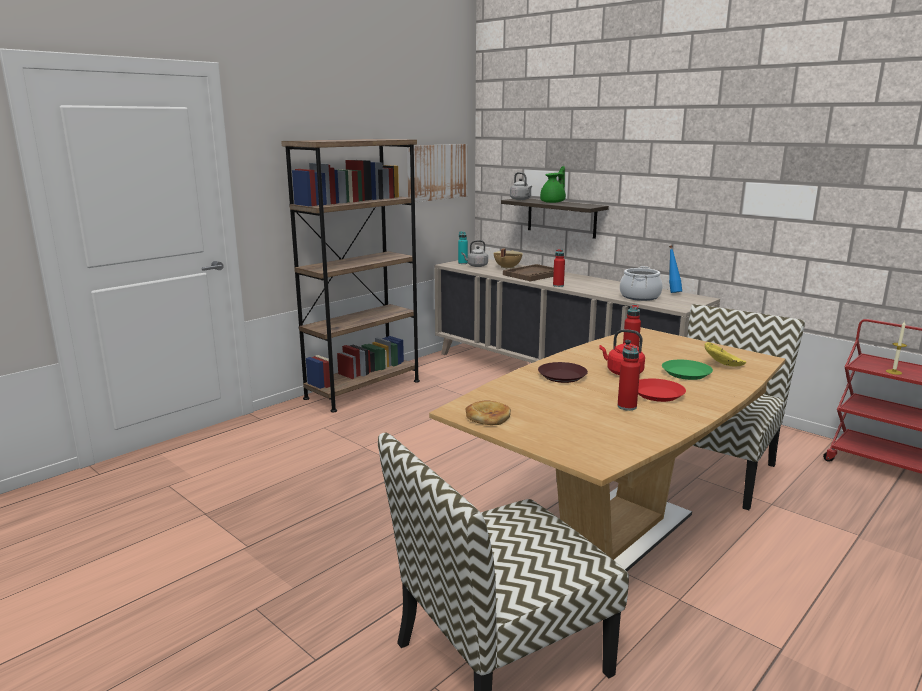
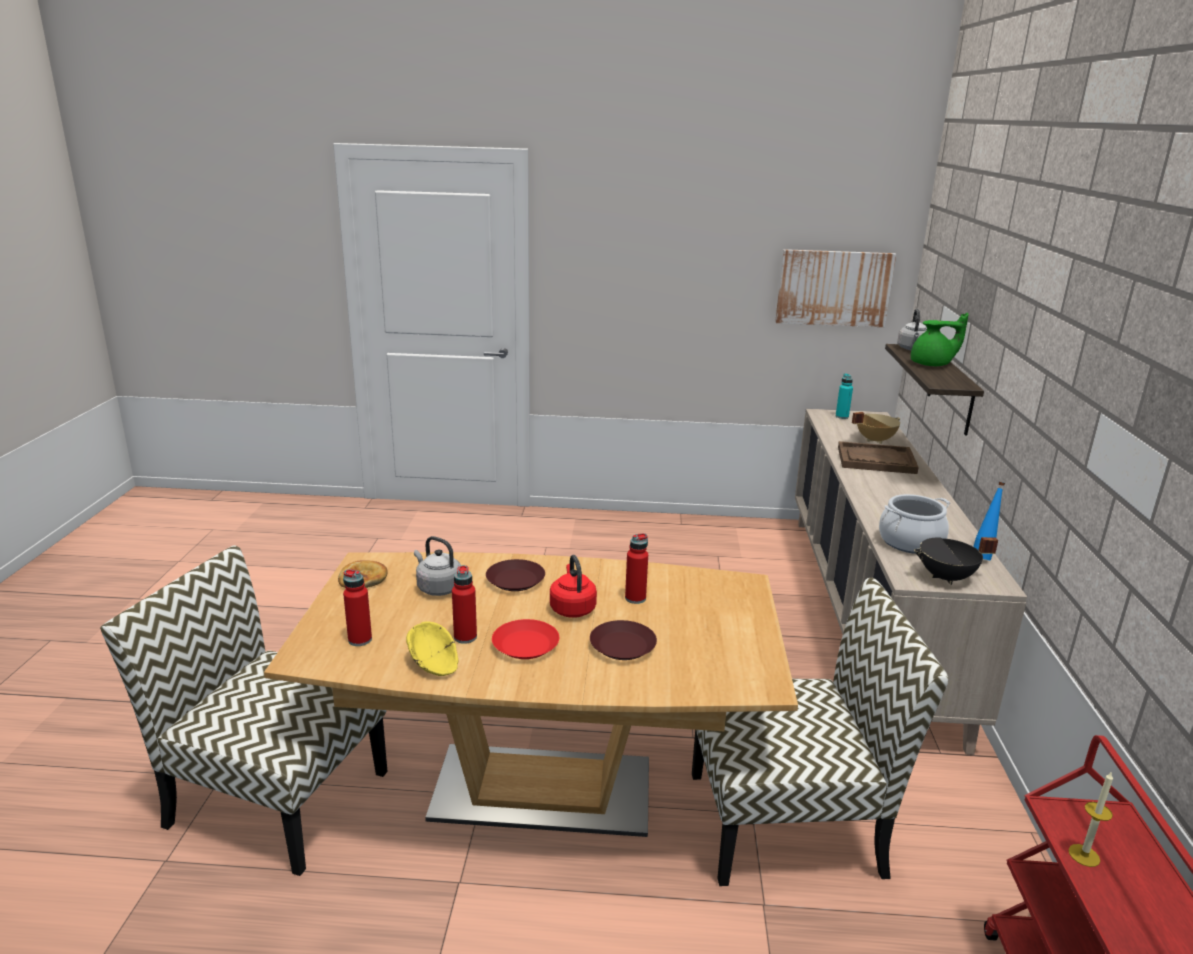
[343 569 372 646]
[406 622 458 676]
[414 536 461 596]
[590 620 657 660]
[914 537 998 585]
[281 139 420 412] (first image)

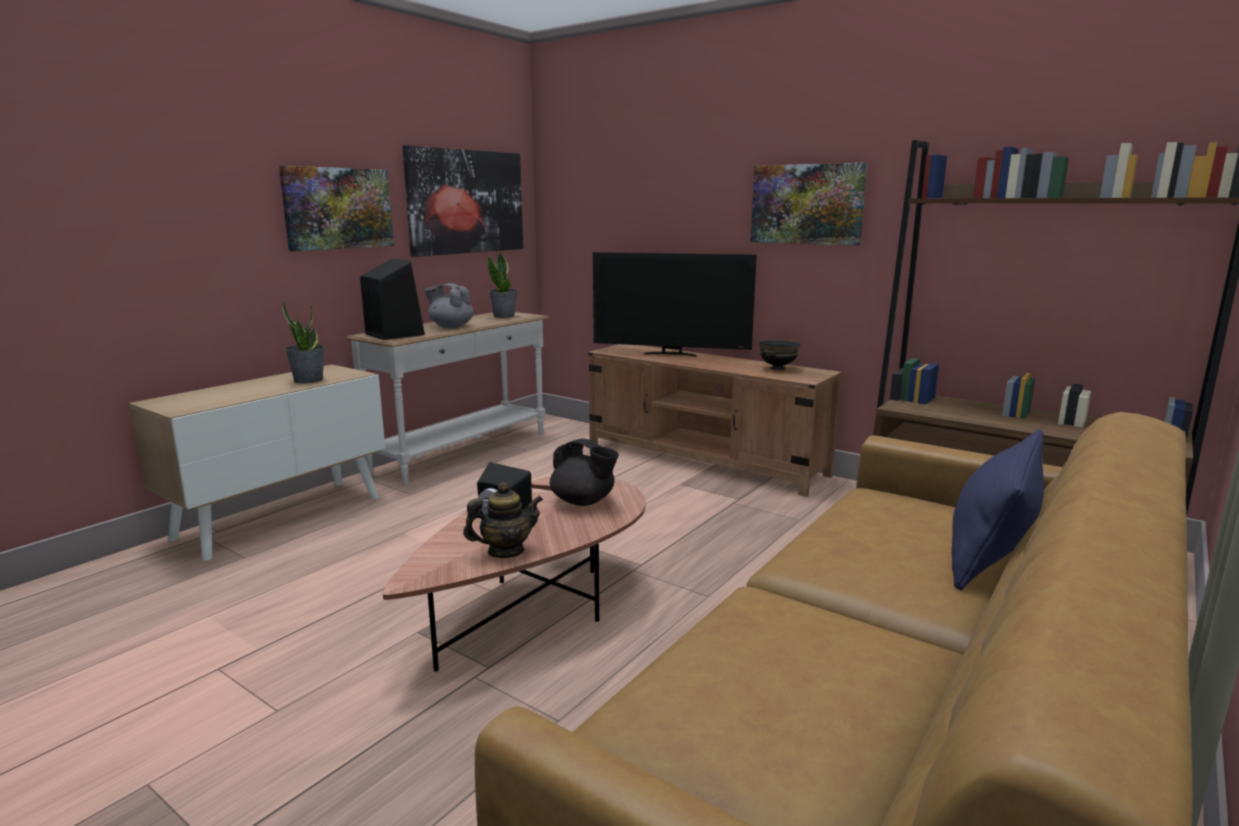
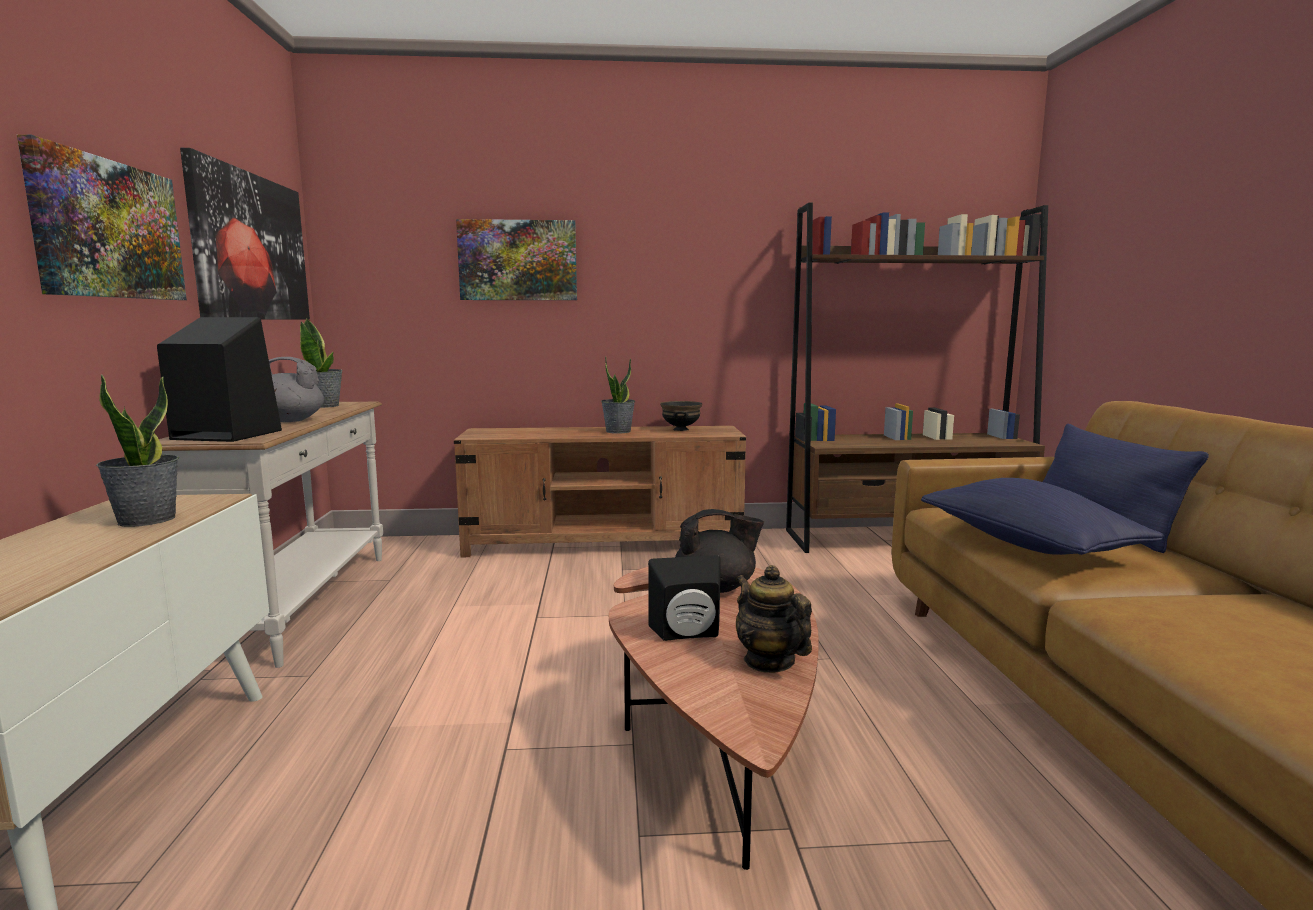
[456 219 577 300]
[601 356 635 433]
[736 565 812 673]
[921 478 1164 555]
[593 252 757 357] (first image)

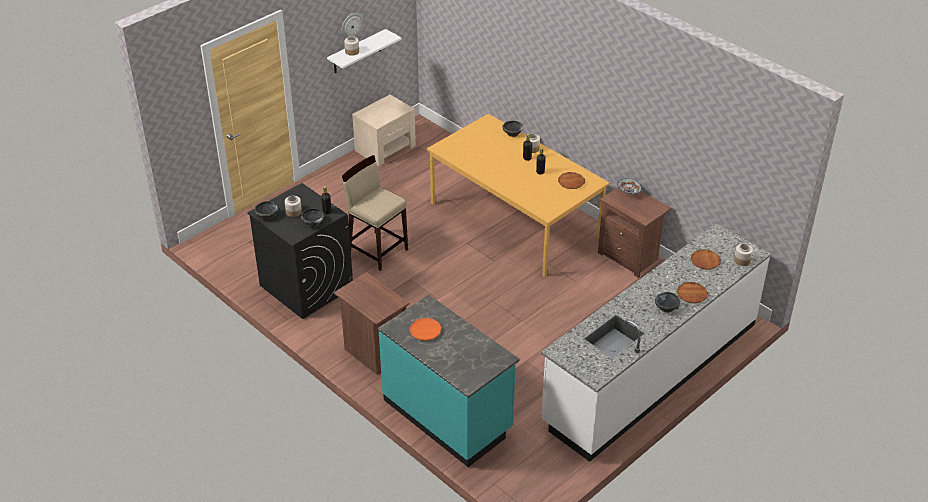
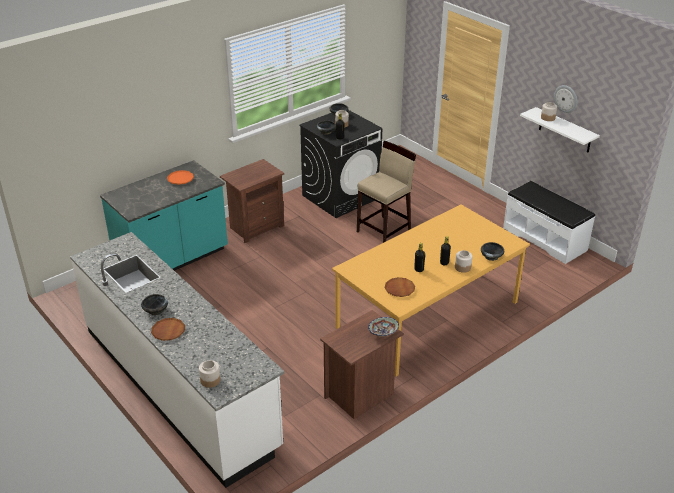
[503 181 595 264]
[690 249 721 270] (first image)

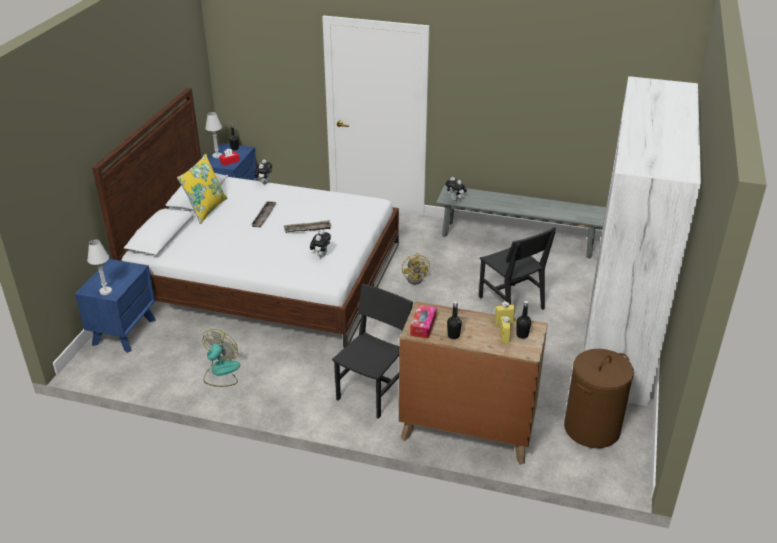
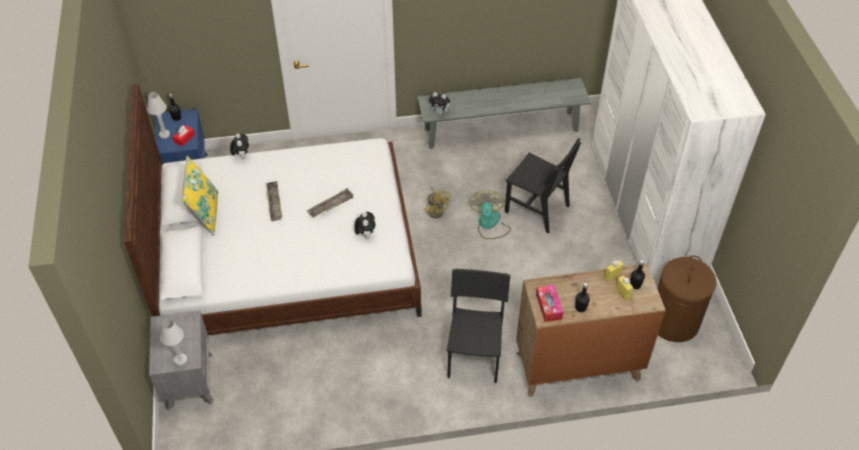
[149 310 214 410]
[469 190 511 239]

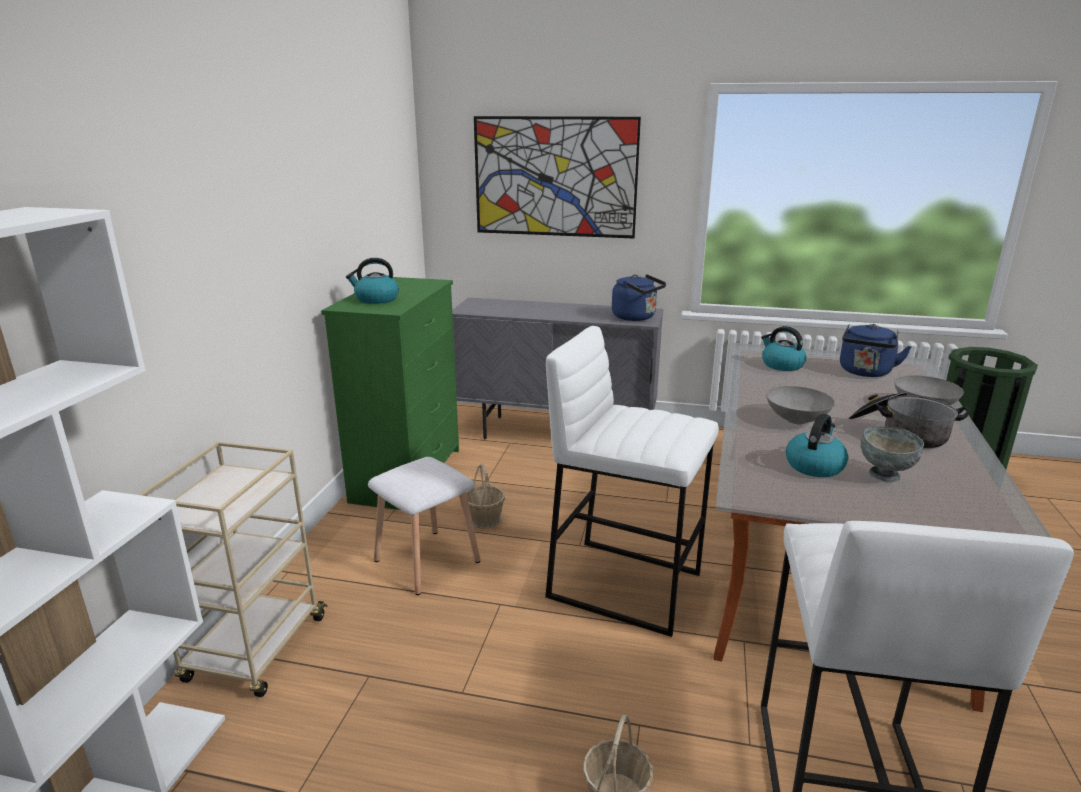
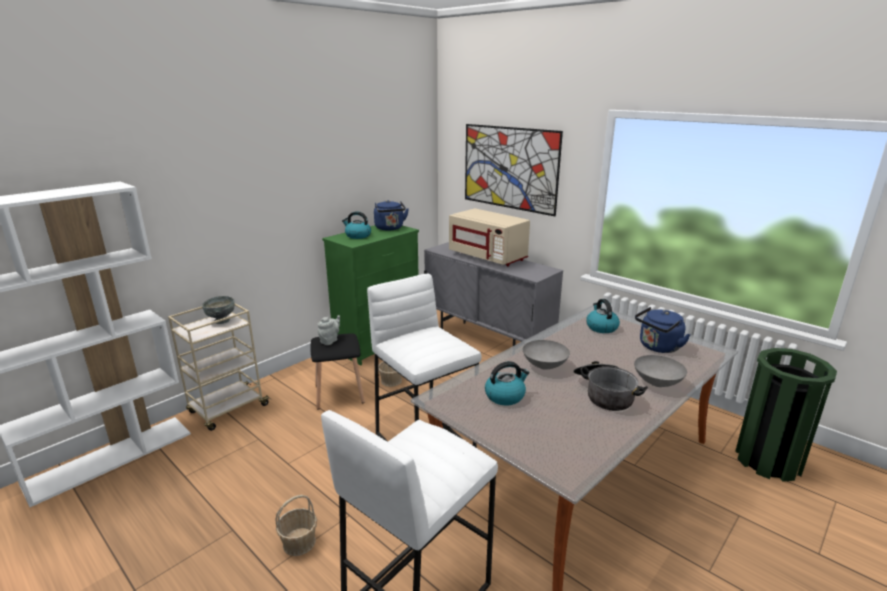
[202 296 235 324]
[310 333 365 410]
[317 315 340 345]
[374 200 409 230]
[449 208 530 266]

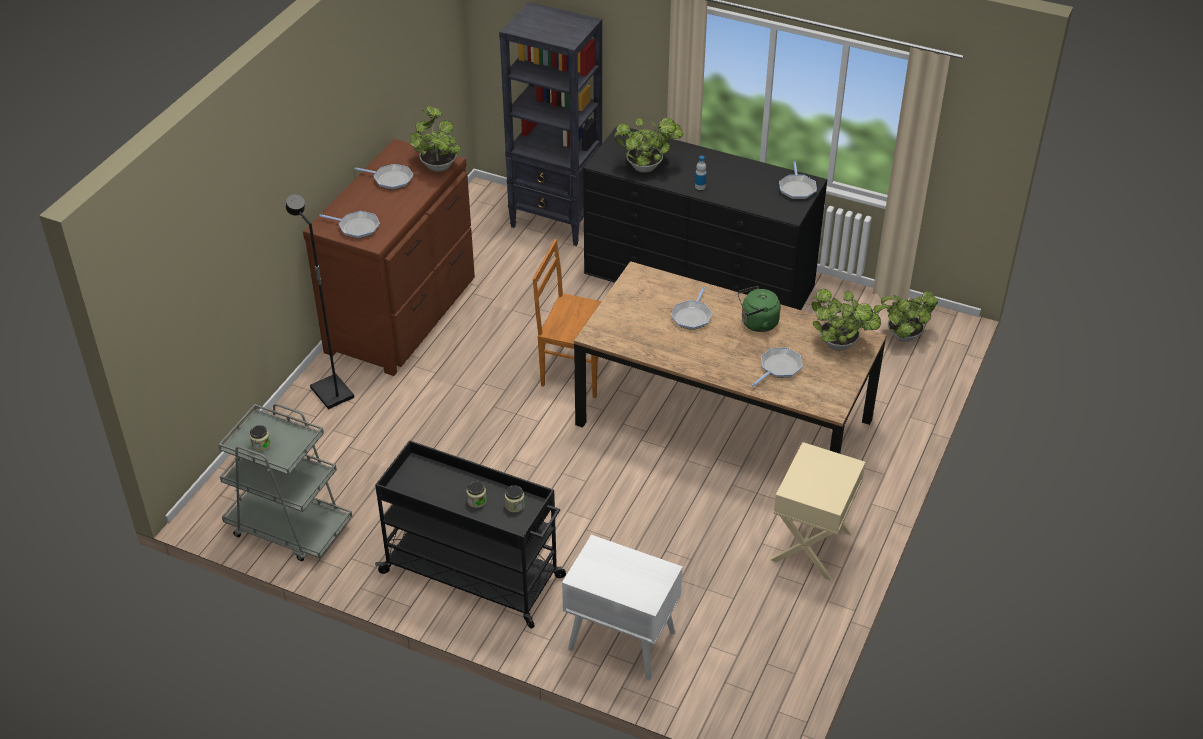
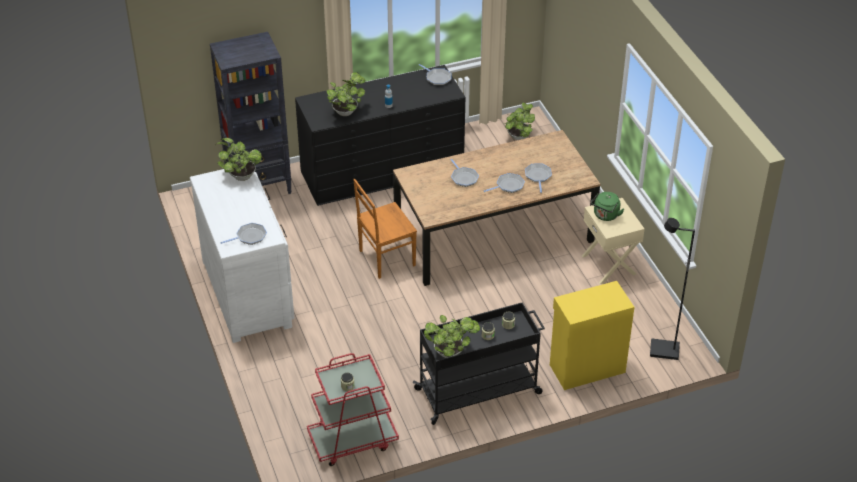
[190 169 294 343]
[307 353 399 466]
[424 315 480 358]
[484 173 525 193]
[550 281 634 390]
[591 192 624 221]
[650 218 695 360]

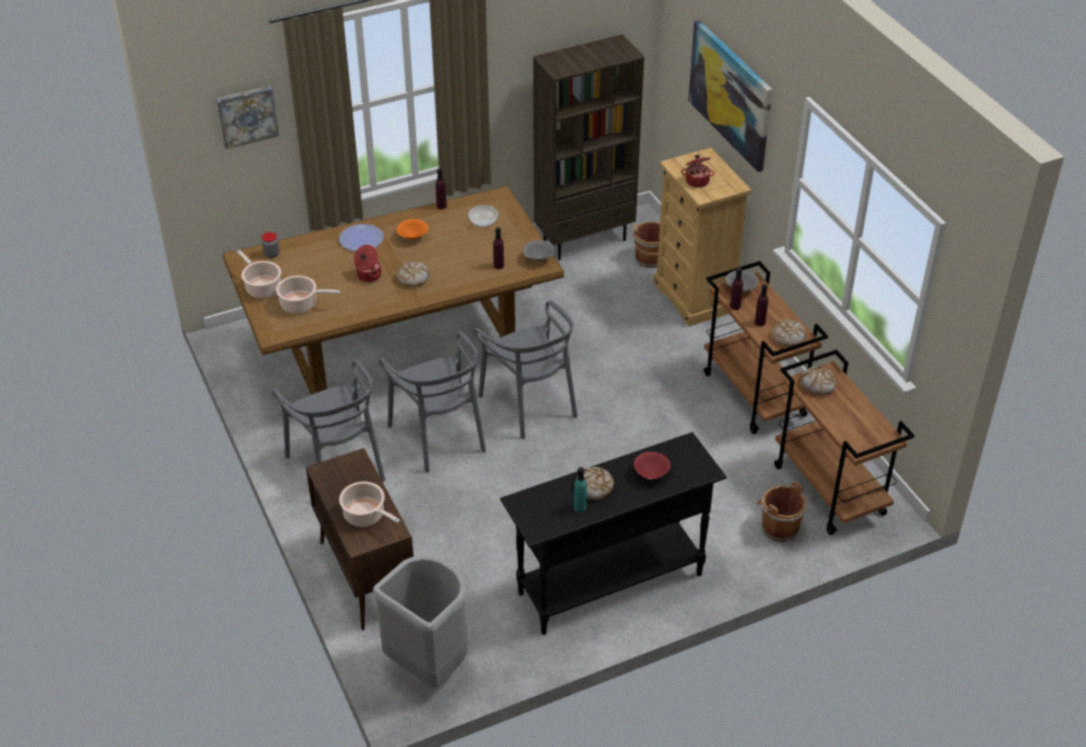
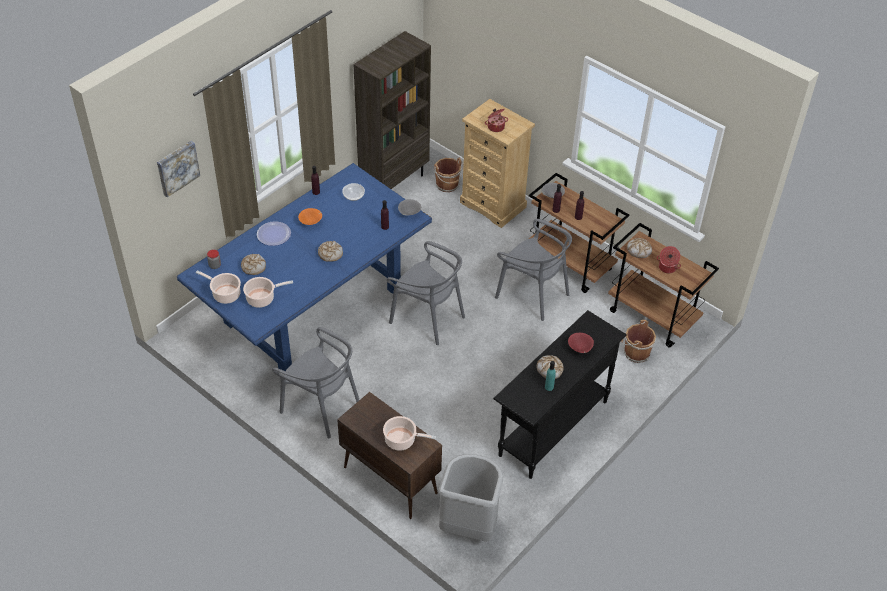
[177 163 432 371]
[241 254 266 275]
[495 219 572 321]
[657 246 681 273]
[688 20 772 172] (first image)

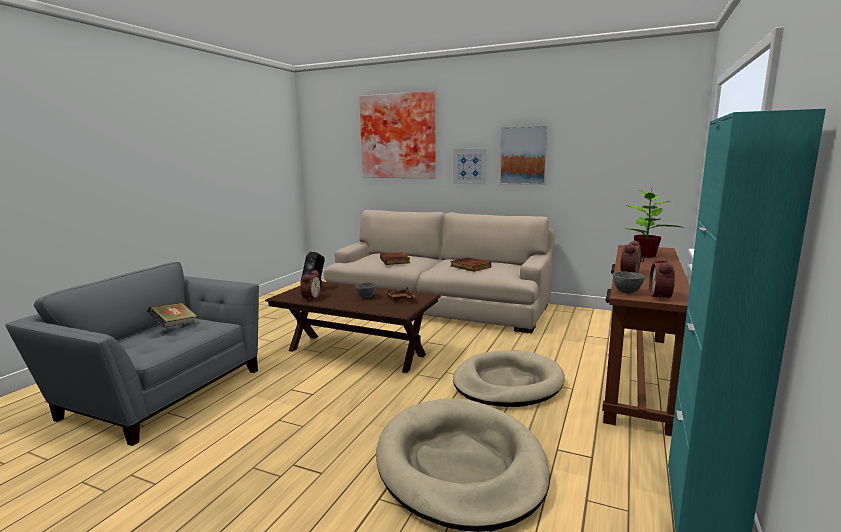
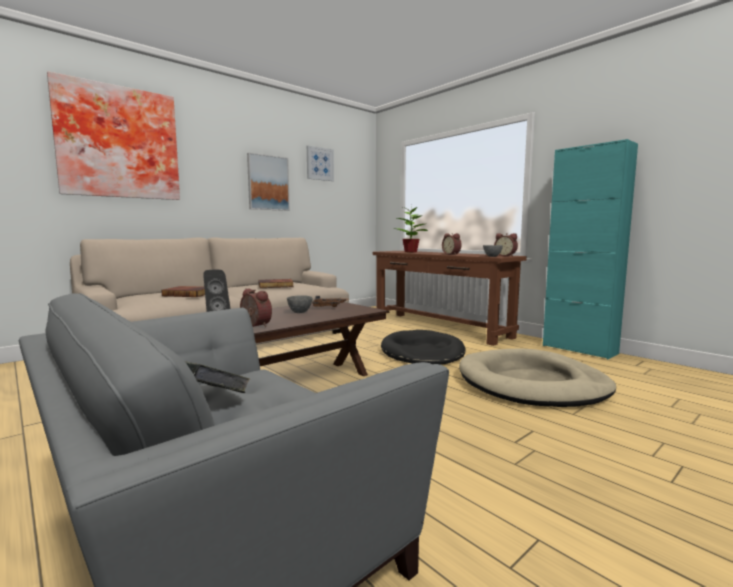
[307 146 334 181]
[381 330 466 365]

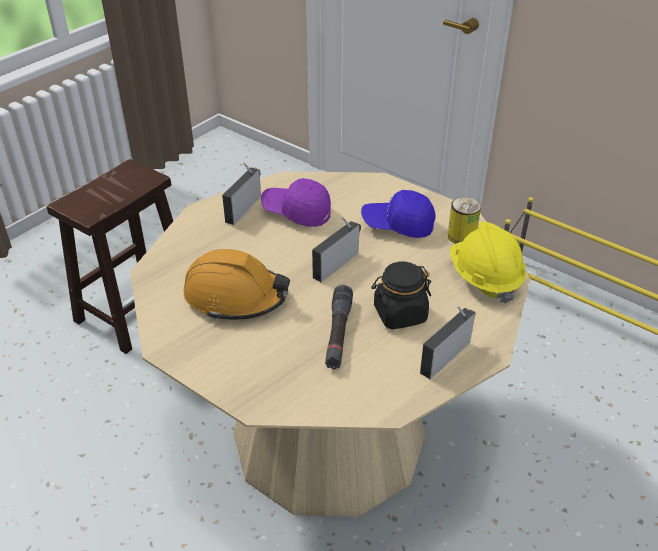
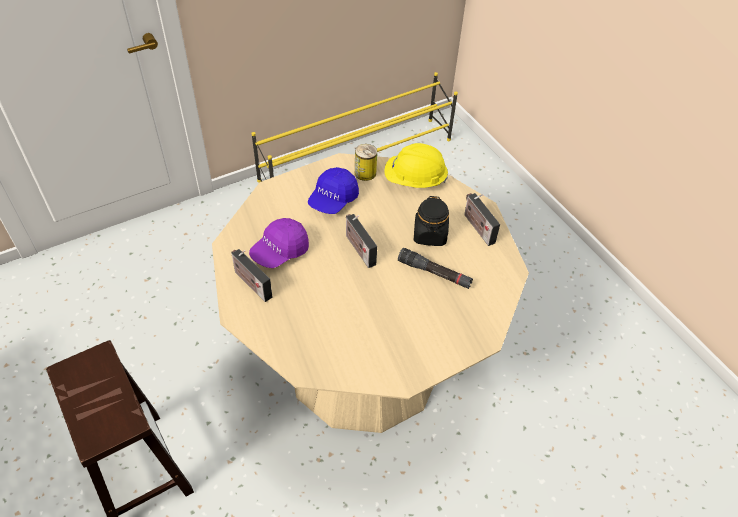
[184 249 290 321] (first image)

